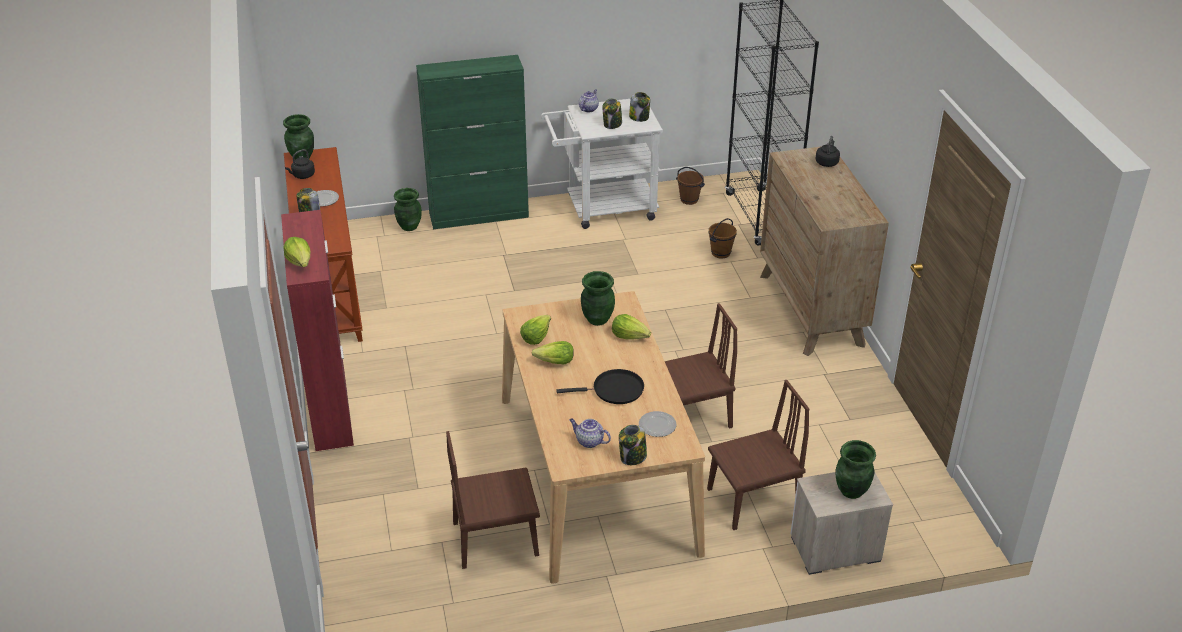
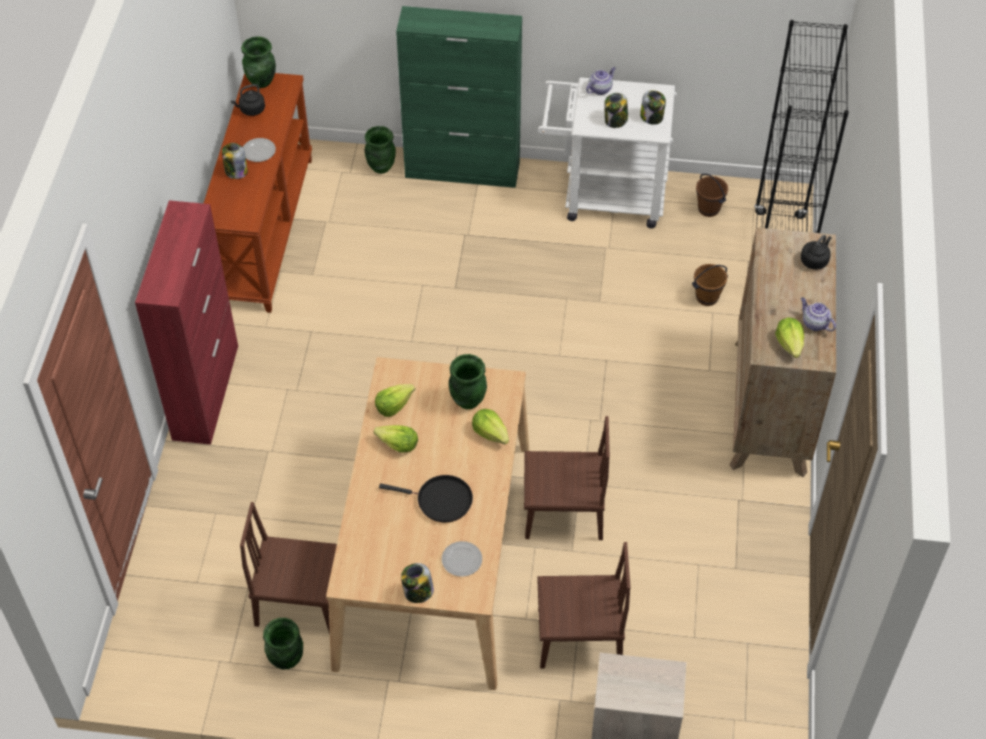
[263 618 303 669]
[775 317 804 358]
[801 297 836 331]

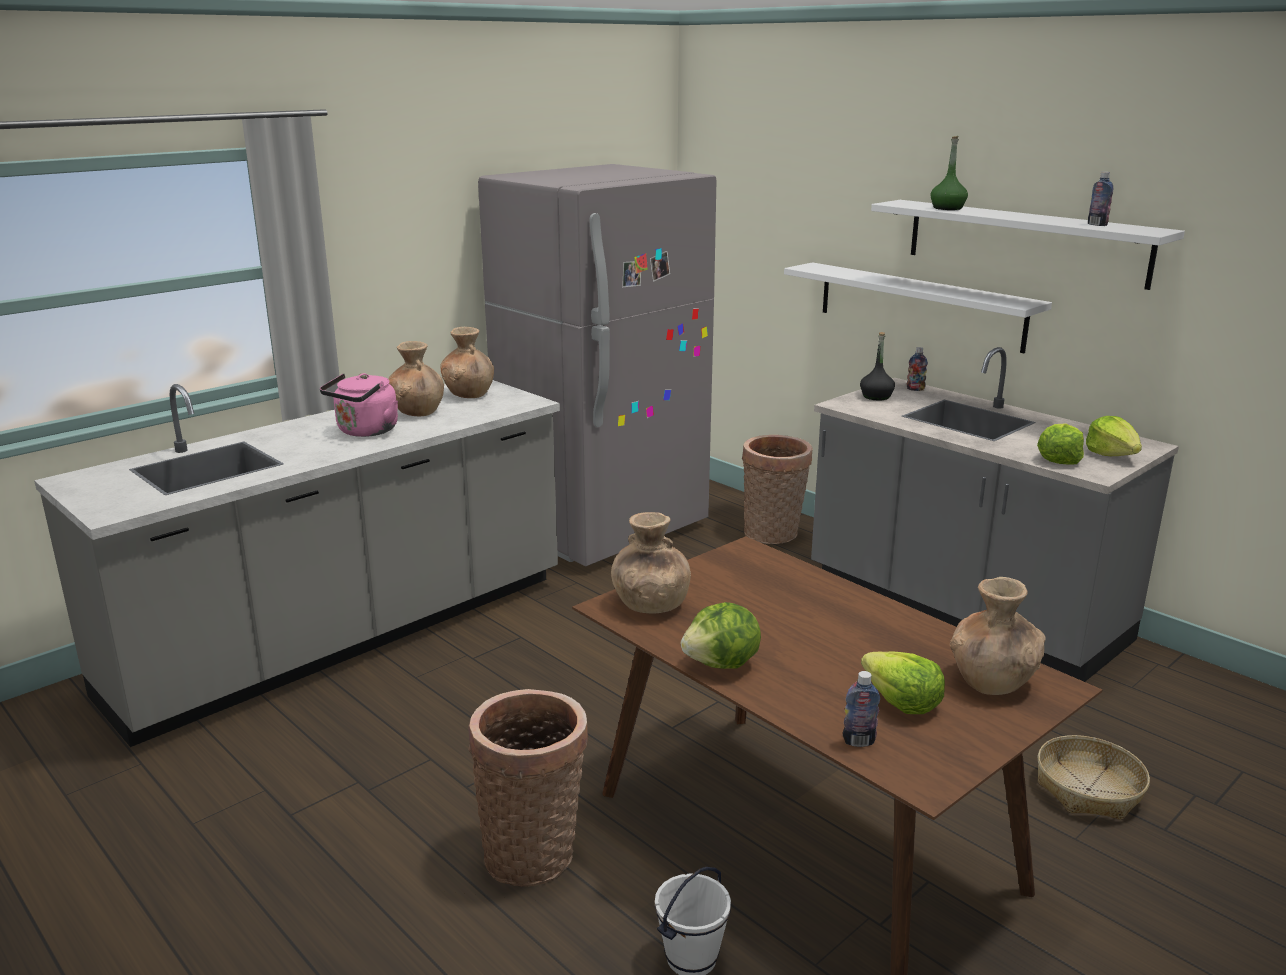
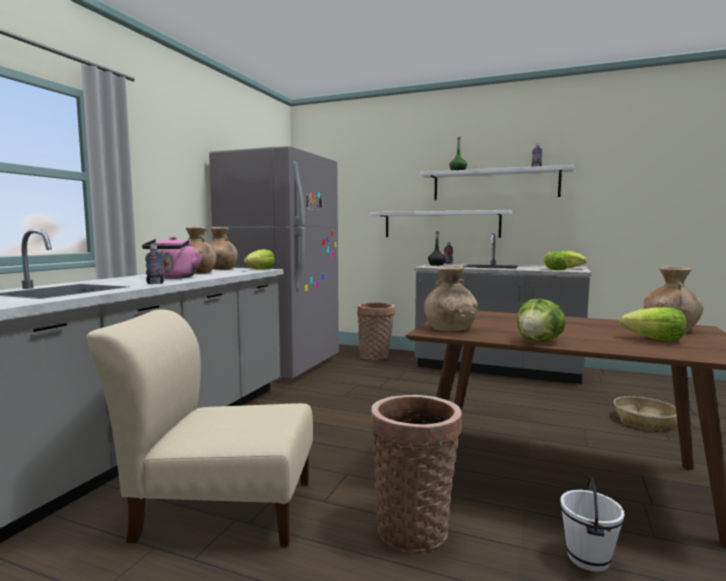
[86 310 313 547]
[145 245 164 284]
[244 249 275 270]

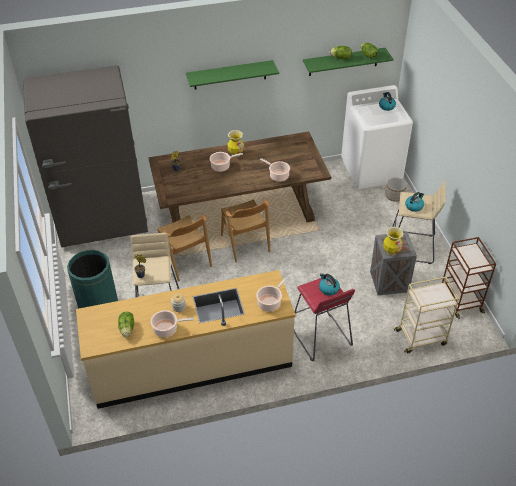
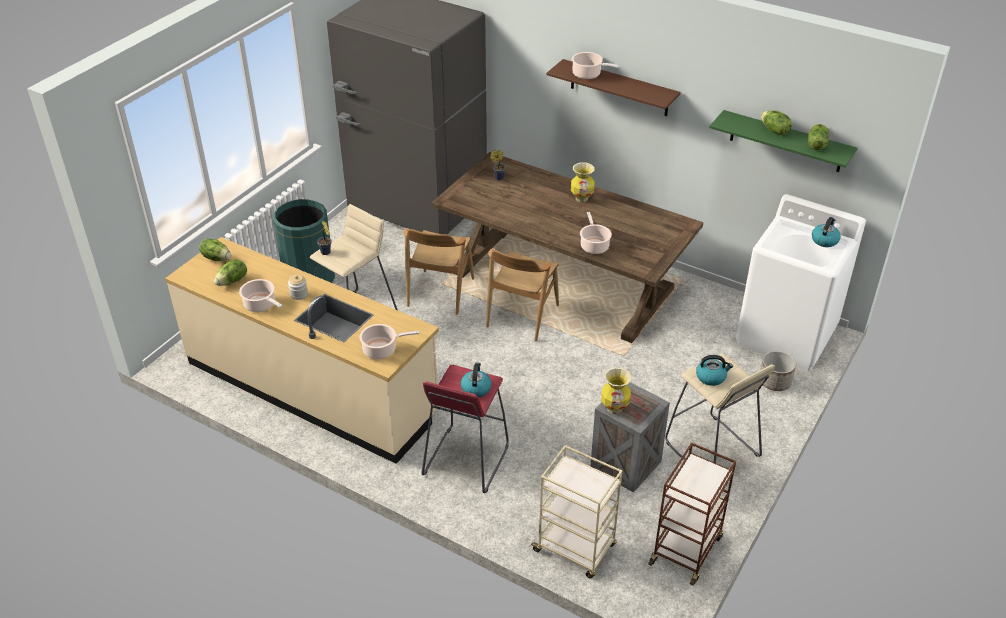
[199 238 231 261]
[546 59 681 116]
[572 52 620 79]

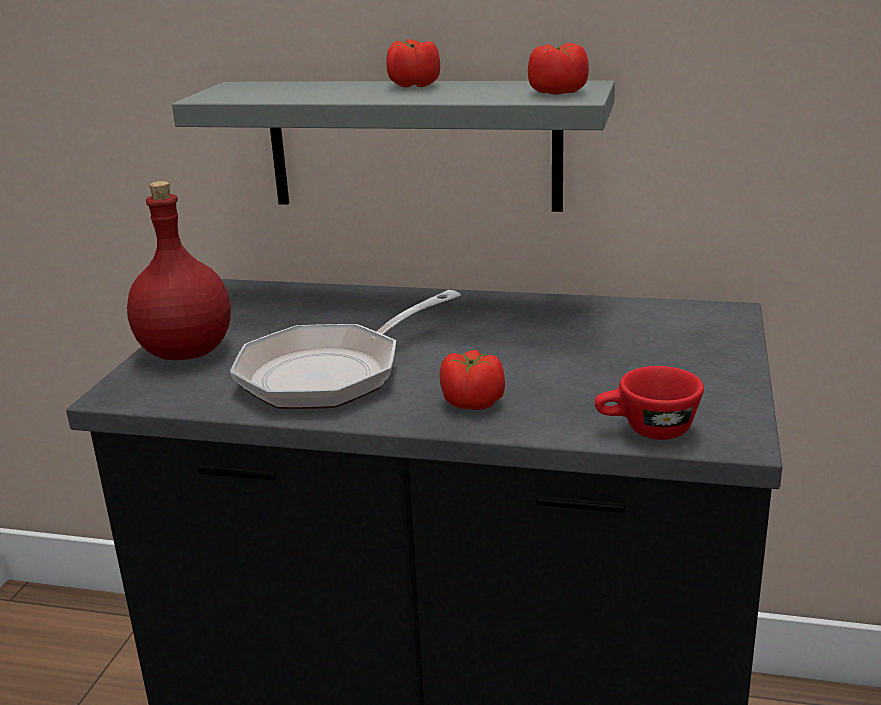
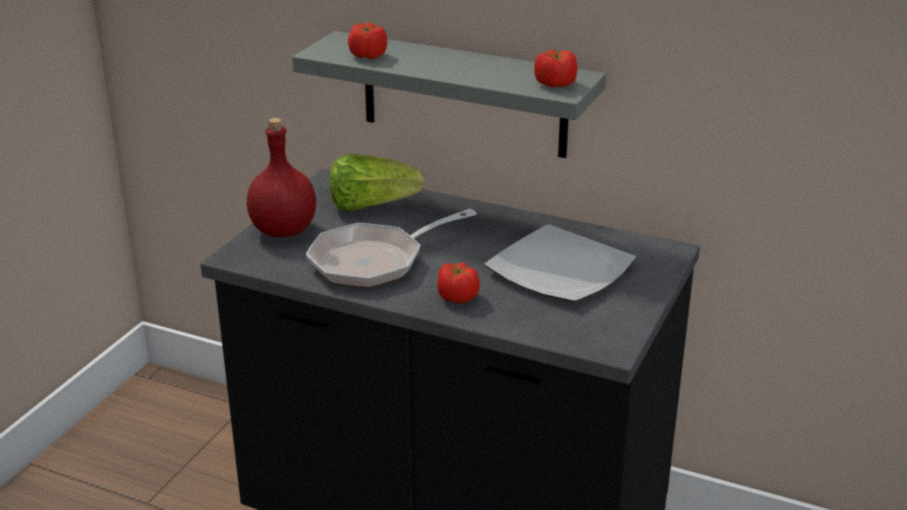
[330 154 424 211]
[348 22 387 59]
[485 224 636 302]
[595 366 704 440] (first image)

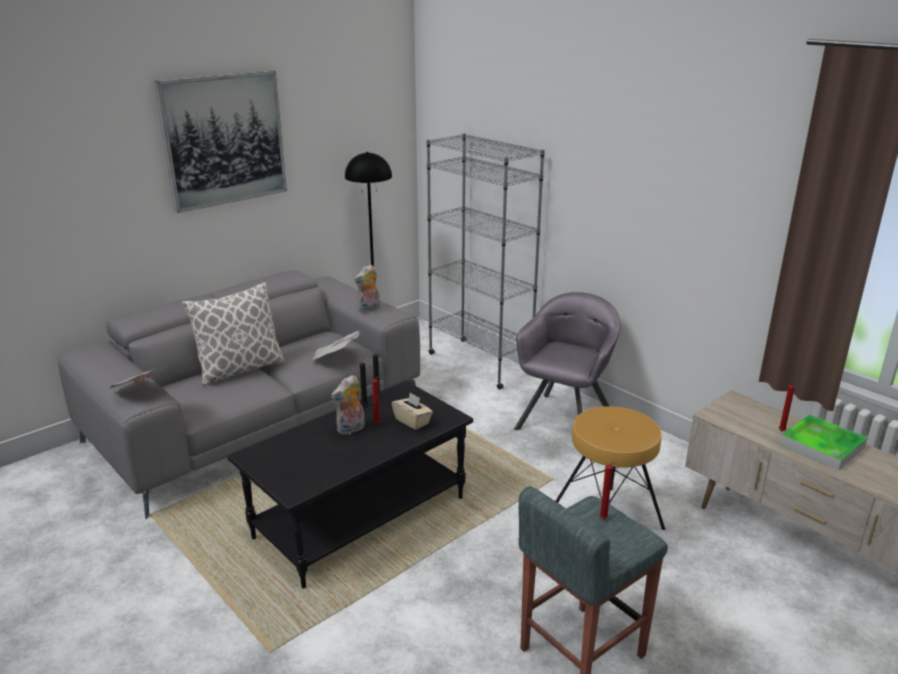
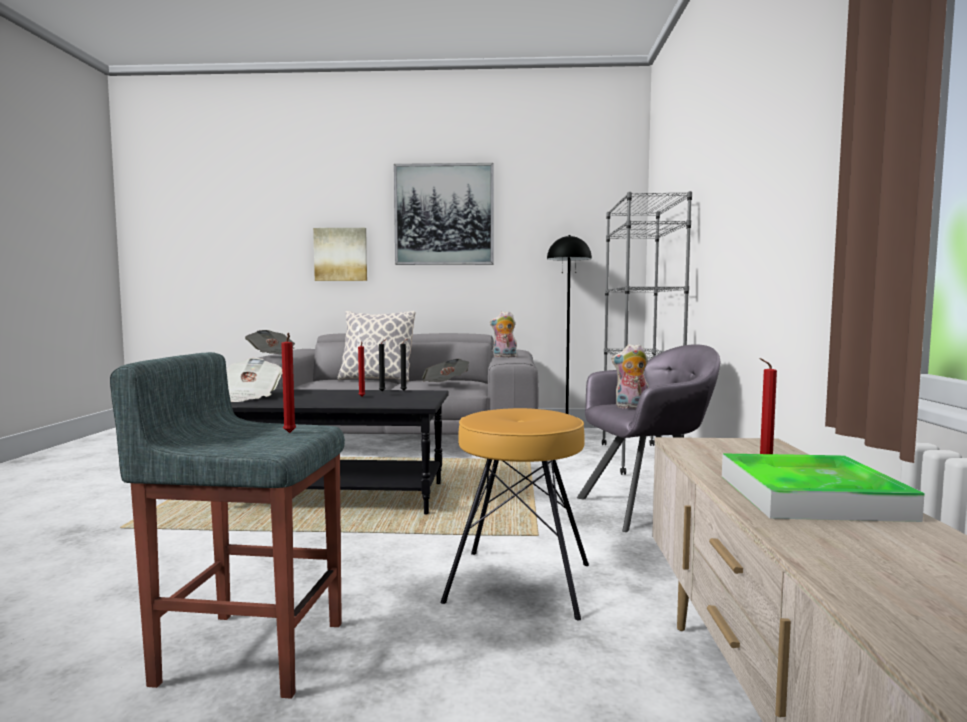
[226 358 282 402]
[313 228 367 281]
[611 344 649 409]
[392 392 433 430] (first image)

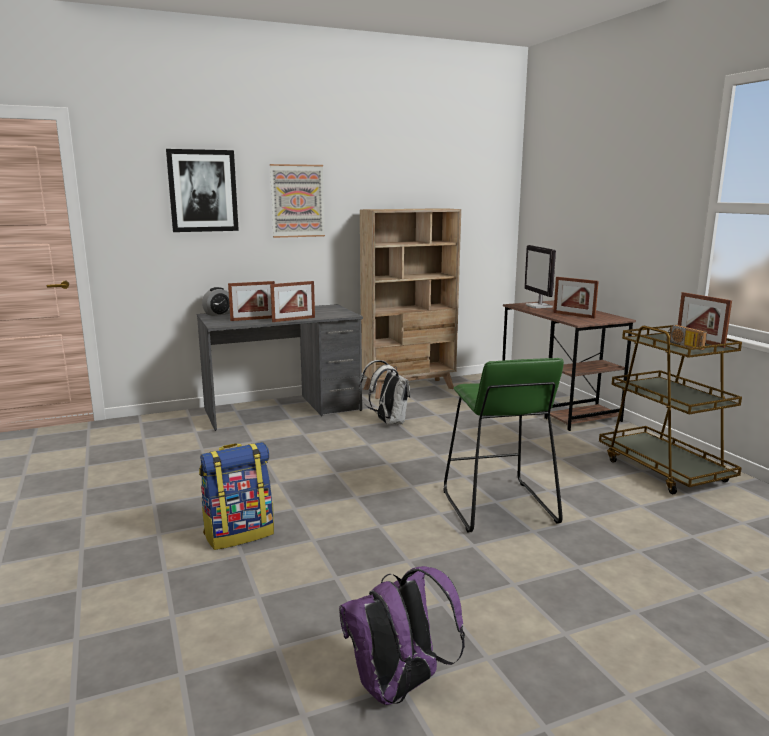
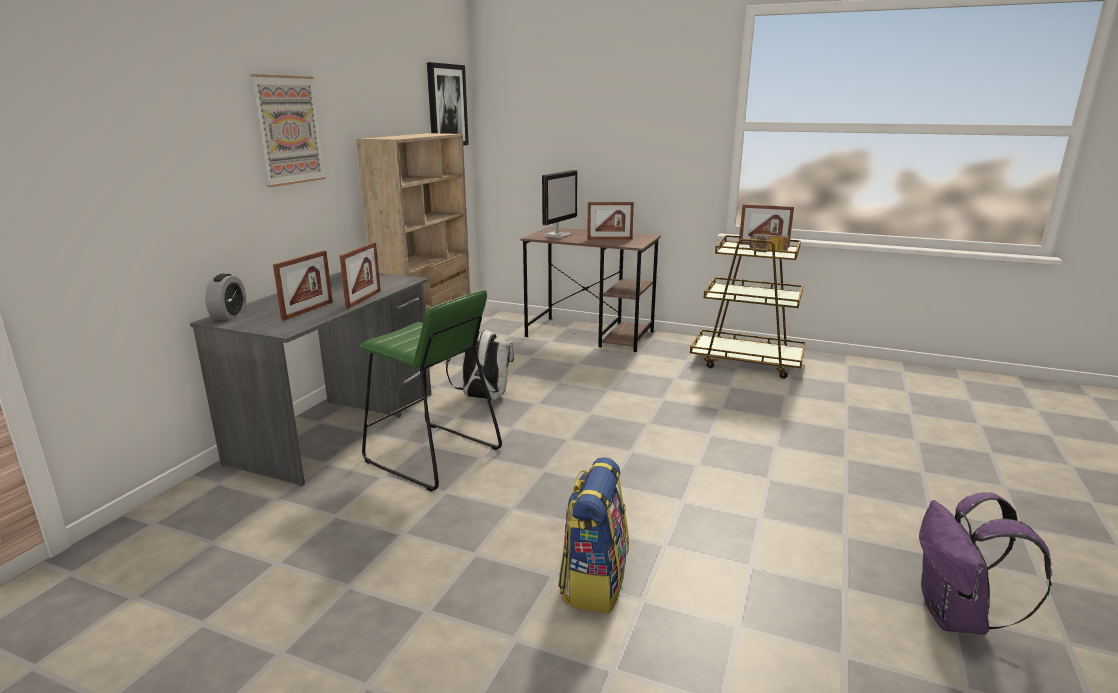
[360 290 502 492]
[427 62 469 146]
[542 170 578 238]

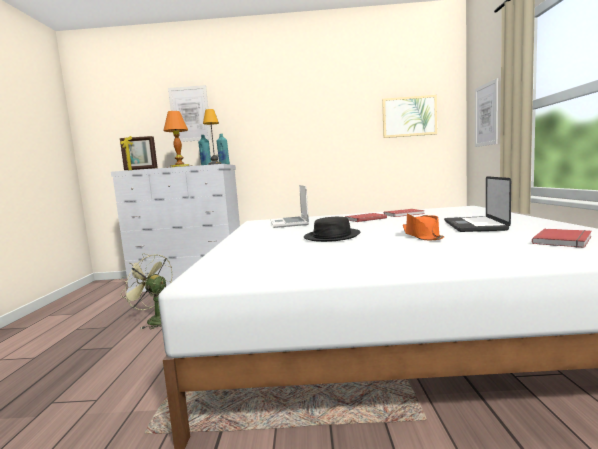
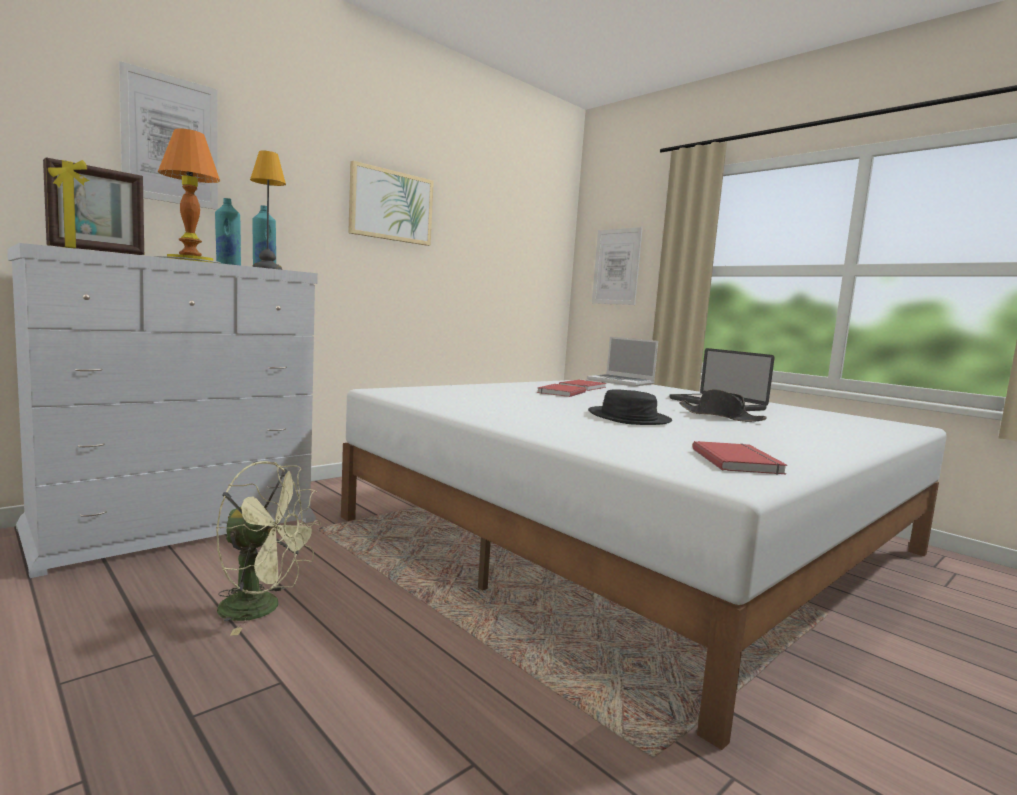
[216 461 321 636]
[348 161 434 246]
[587 337 658 387]
[679 389 767 422]
[692 441 787 475]

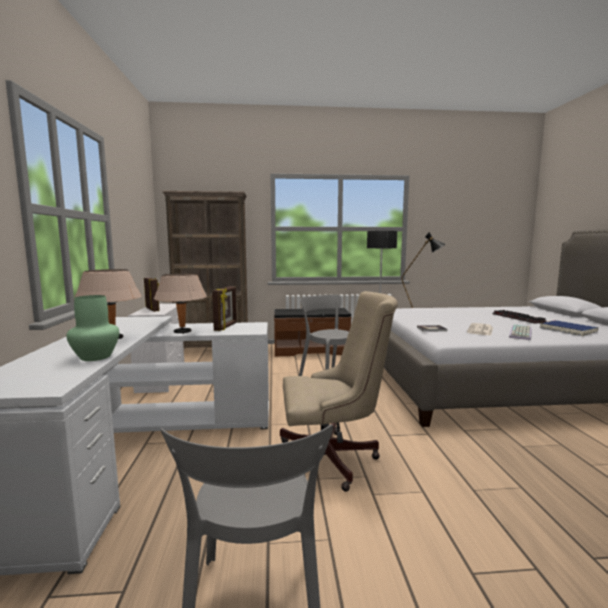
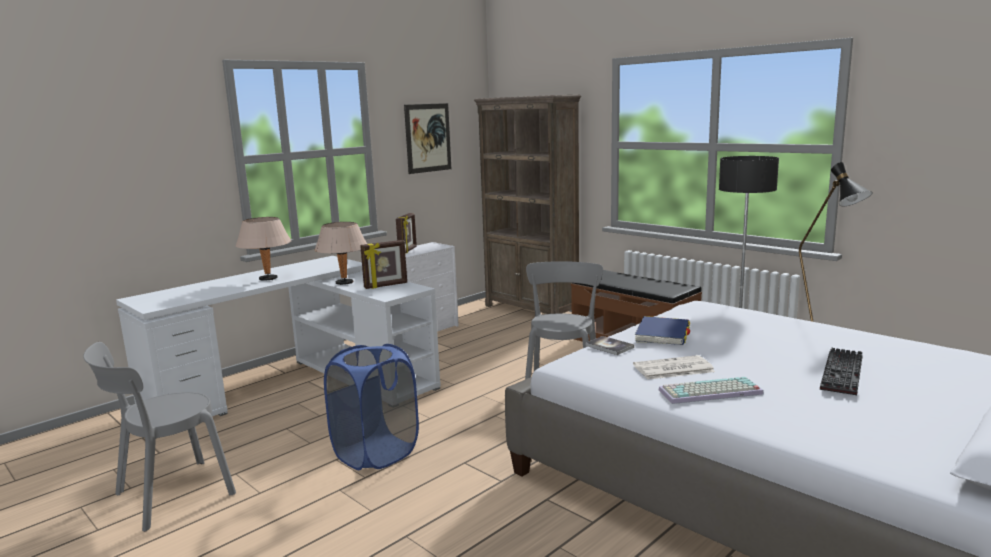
[324 344 419 470]
[404 103 451 174]
[635 316 690 345]
[66 295 119 361] (first image)

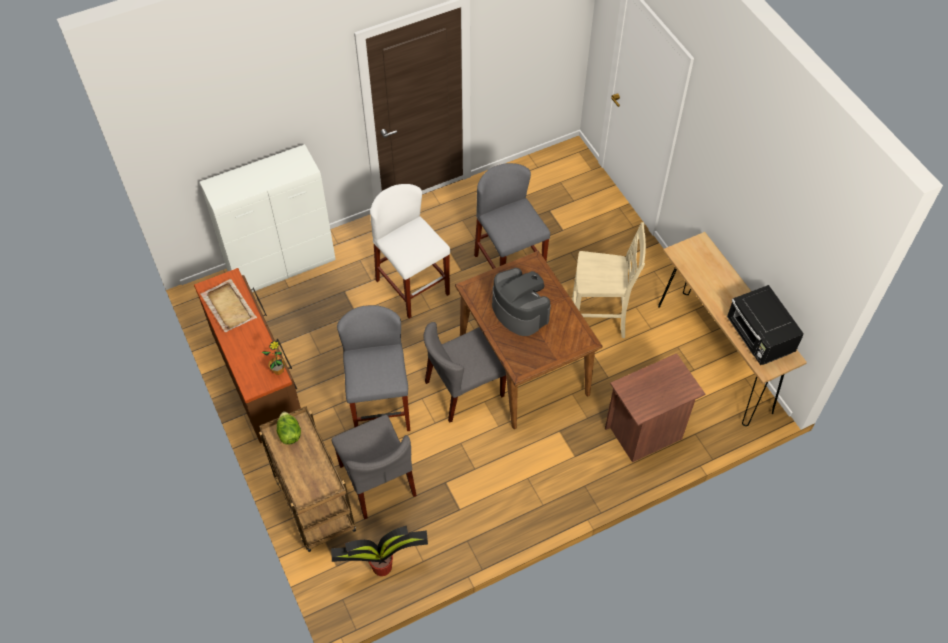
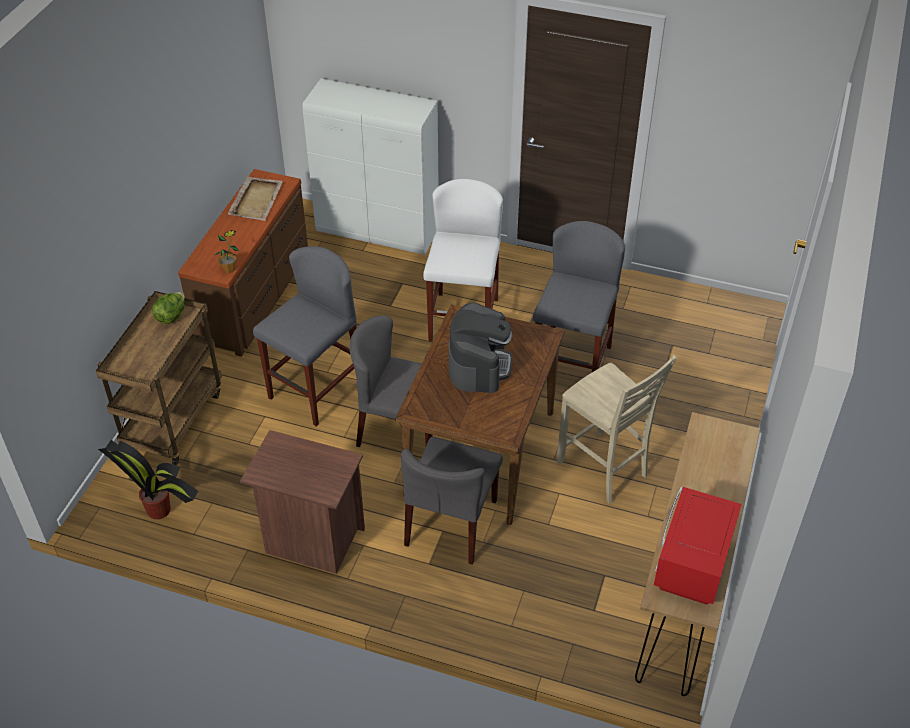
[240 430 365 574]
[401 437 503 565]
[654 487 742 605]

